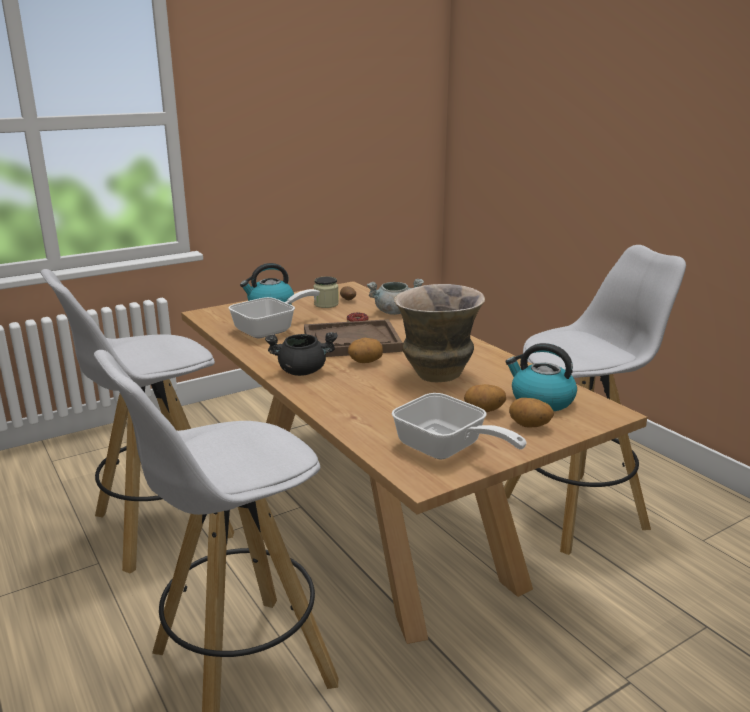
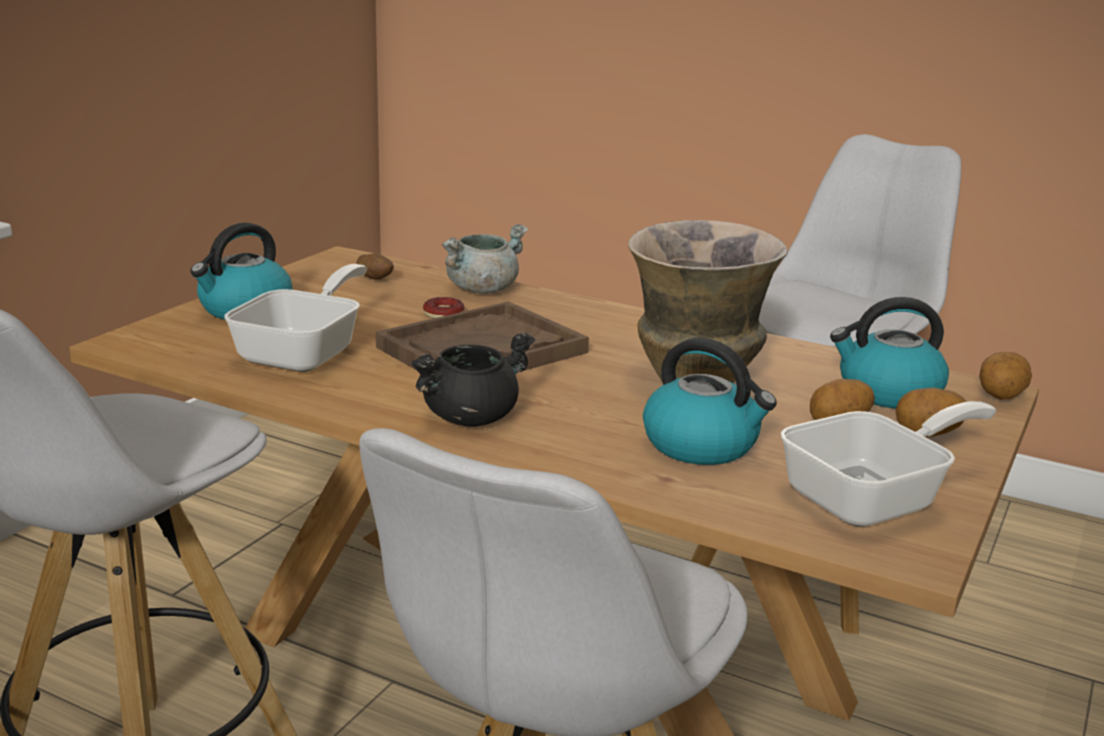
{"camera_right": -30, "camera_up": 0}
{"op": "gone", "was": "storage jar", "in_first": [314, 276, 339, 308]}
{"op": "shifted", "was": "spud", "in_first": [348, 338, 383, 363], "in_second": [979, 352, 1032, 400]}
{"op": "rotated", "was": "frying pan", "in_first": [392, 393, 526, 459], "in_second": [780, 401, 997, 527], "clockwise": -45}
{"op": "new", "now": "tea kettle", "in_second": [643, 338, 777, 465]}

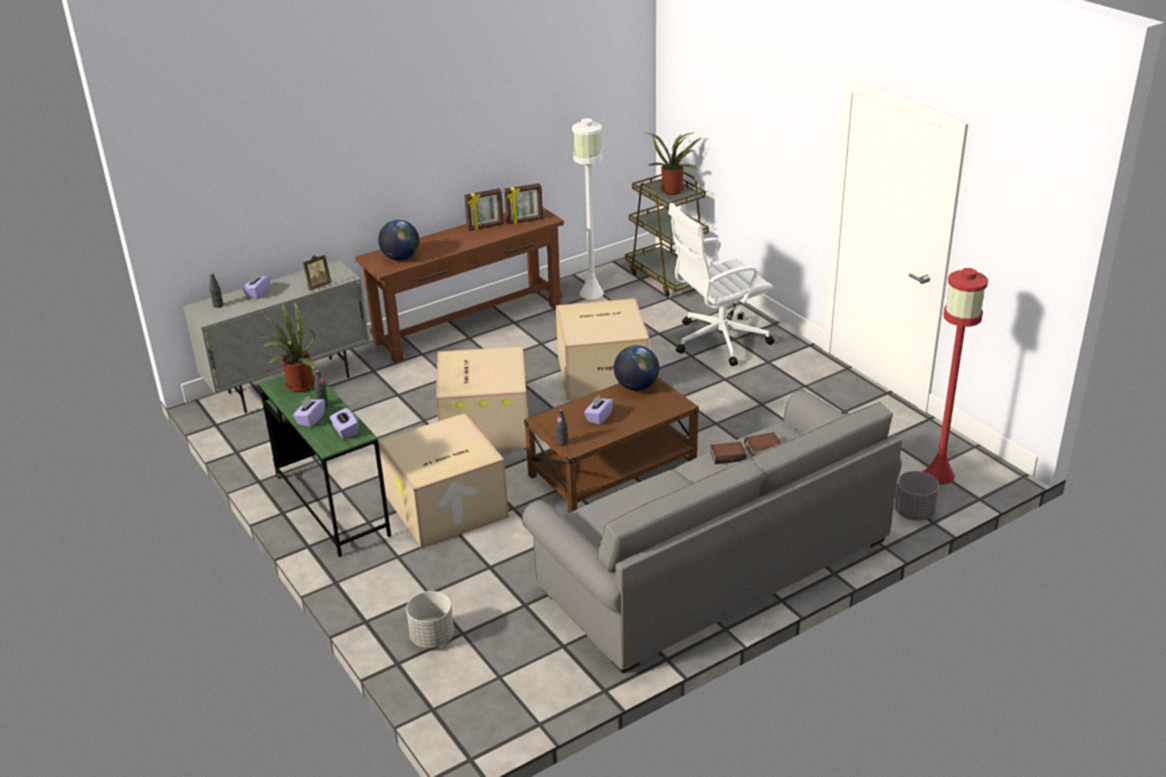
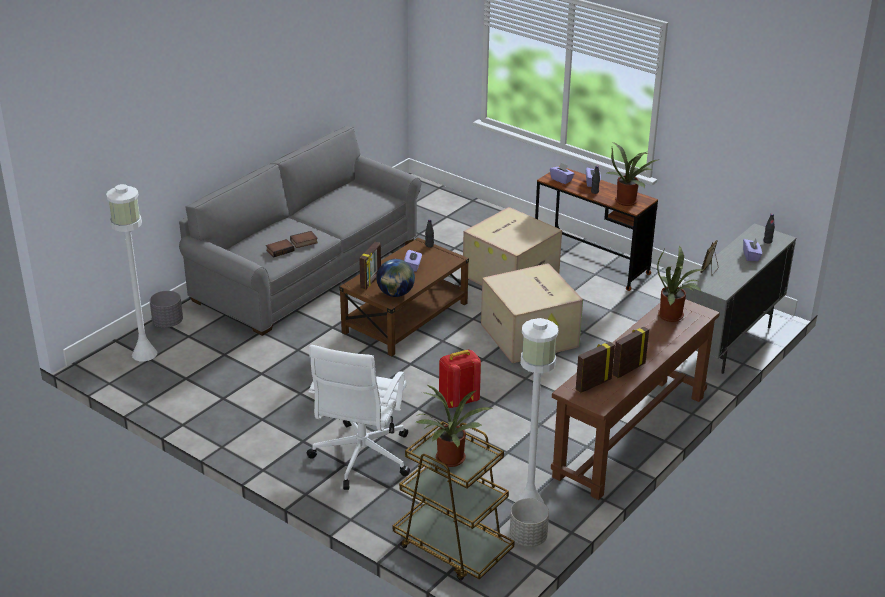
{"camera_right": 160, "camera_up": 0}
{"op": "rotated", "was": "whitish desk chair", "in_first": [668, 203, 775, 366], "in_second": [307, 345, 410, 490], "clockwise": 150}
{"op": "swapped", "was": "desk globe", "now": "houseplant", "in_first": [378, 220, 419, 261], "in_second": [657, 246, 704, 322]}
{"op": "repainted", "was": "red-coloured floor lamp", "now": "whitish floor lamp", "in_first": [924, 268, 988, 485], "in_second": [106, 184, 157, 361]}
{"op": "swapped", "was": "carton", "now": "red-coloured rucksack", "in_first": [556, 298, 649, 400], "in_second": [439, 350, 481, 408]}
{"op": "repainted", "was": "green desk unit", "now": "brown desk unit", "in_first": [259, 369, 391, 557], "in_second": [535, 166, 658, 291]}
{"op": "shifted", "was": "greyish plant pot", "in_first": [406, 591, 454, 648], "in_second": [510, 498, 549, 547]}
{"op": "new", "now": "photo frame", "in_second": [359, 242, 381, 290]}

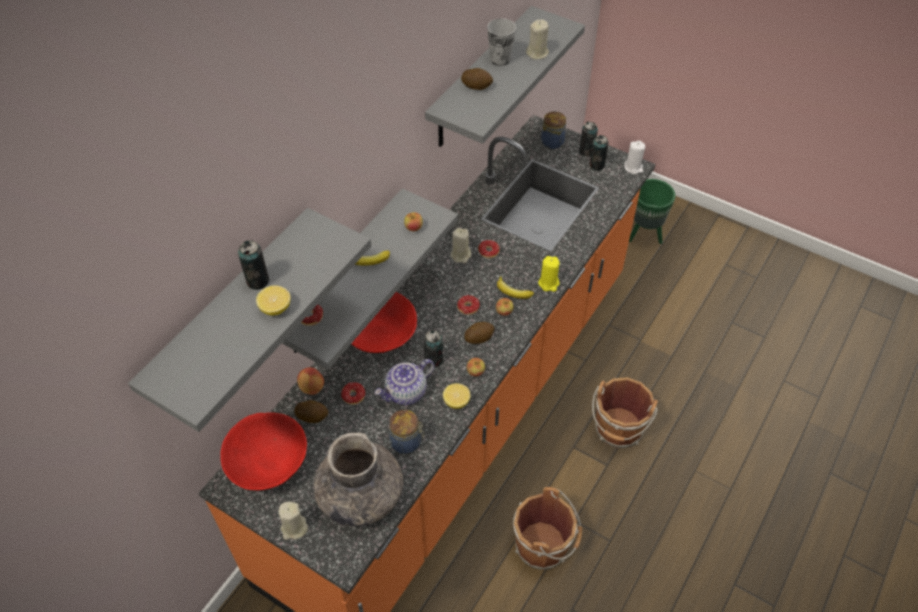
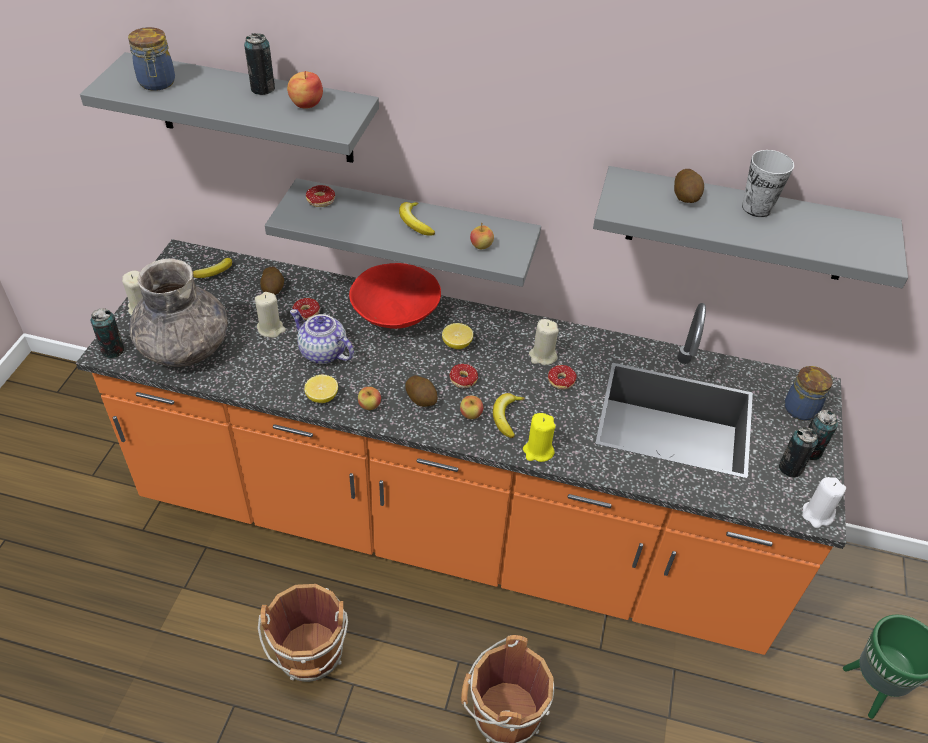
{"camera_right": 70, "camera_up": -5}
{"op": "shifted", "was": "sand-coloured wax light", "in_first": [526, 20, 549, 60], "in_second": [255, 292, 286, 338]}
{"op": "shifted", "was": "citrus fruit", "in_first": [256, 285, 290, 316], "in_second": [442, 323, 473, 349]}
{"op": "shifted", "was": "sealed can", "in_first": [424, 330, 443, 368], "in_second": [90, 308, 125, 358]}
{"op": "shifted", "was": "apple", "in_first": [297, 367, 324, 395], "in_second": [287, 71, 323, 109]}
{"op": "shifted", "was": "storage jar", "in_first": [389, 410, 424, 454], "in_second": [128, 27, 175, 91]}
{"op": "swapped", "was": "red-coloured deep dish", "now": "banana fruit", "in_first": [220, 412, 307, 490], "in_second": [193, 258, 232, 278]}

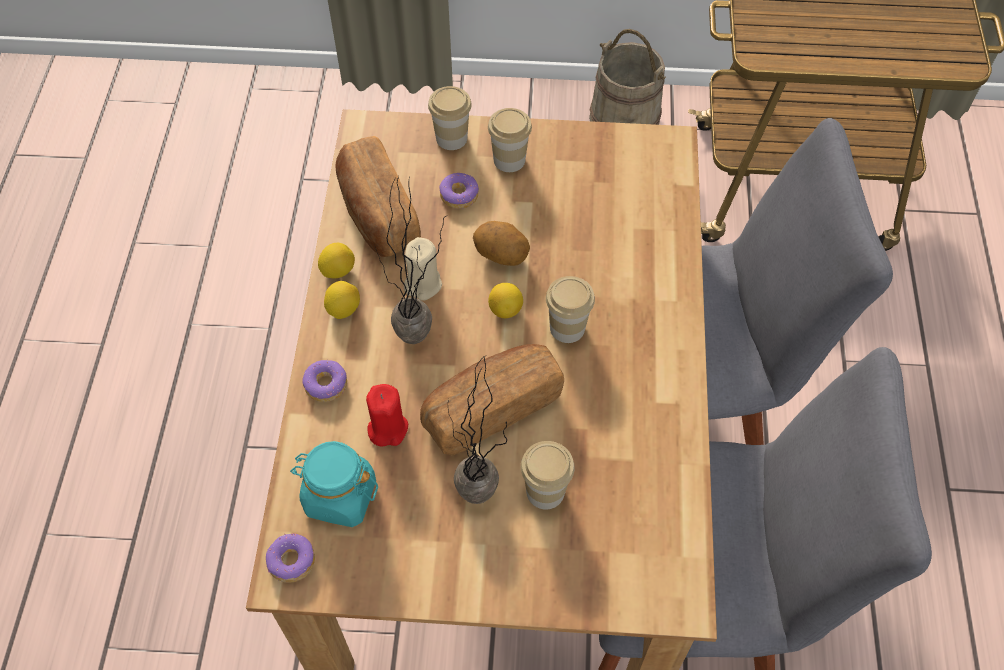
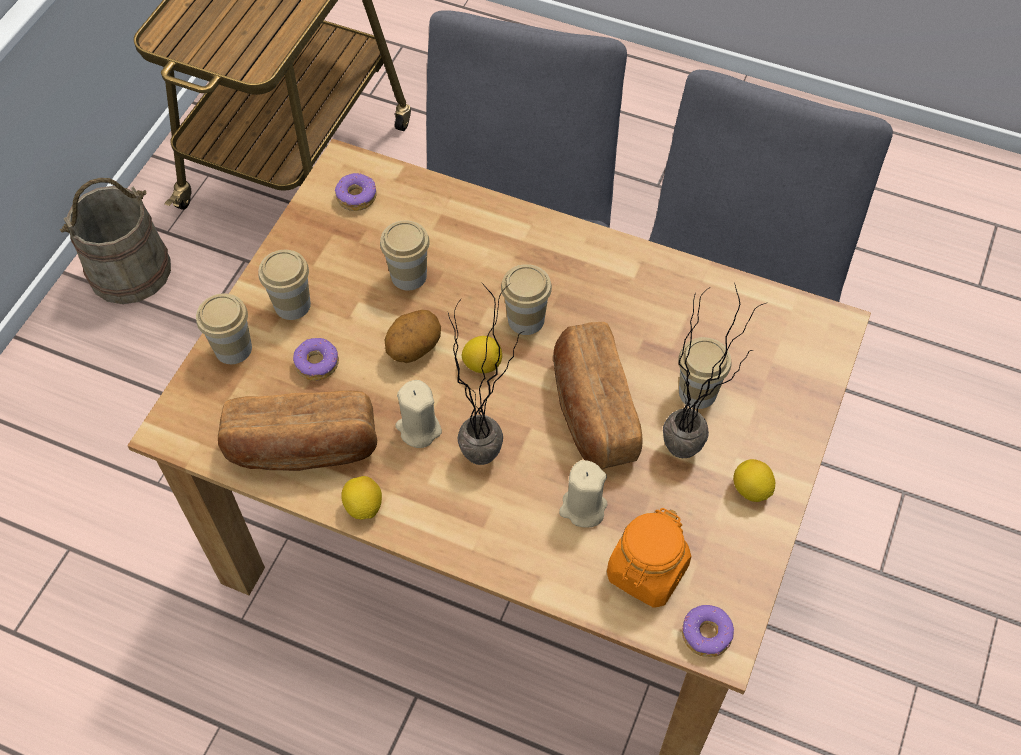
{"camera_right": -70, "camera_up": 0}
{"op": "shifted", "was": "citrus fruit", "in_first": [324, 281, 360, 319], "in_second": [733, 459, 775, 502]}
{"op": "shifted", "was": "ring doughnut", "in_first": [302, 360, 347, 402], "in_second": [335, 173, 377, 211]}
{"op": "repainted", "was": "red-coloured wax light", "now": "sand-coloured wax light", "in_first": [366, 384, 408, 446], "in_second": [559, 460, 607, 528]}
{"op": "repainted", "was": "turquoise-coloured storage jar", "now": "orangey storage jar", "in_first": [290, 441, 378, 527], "in_second": [607, 508, 691, 608]}
{"op": "new", "now": "small cup", "in_second": [380, 220, 430, 291]}

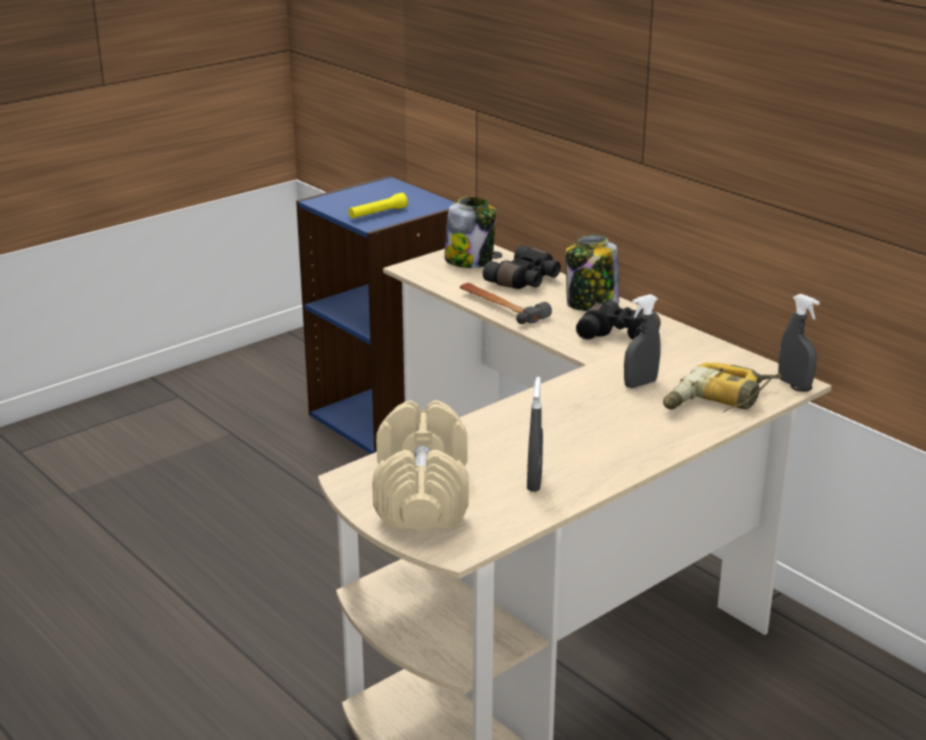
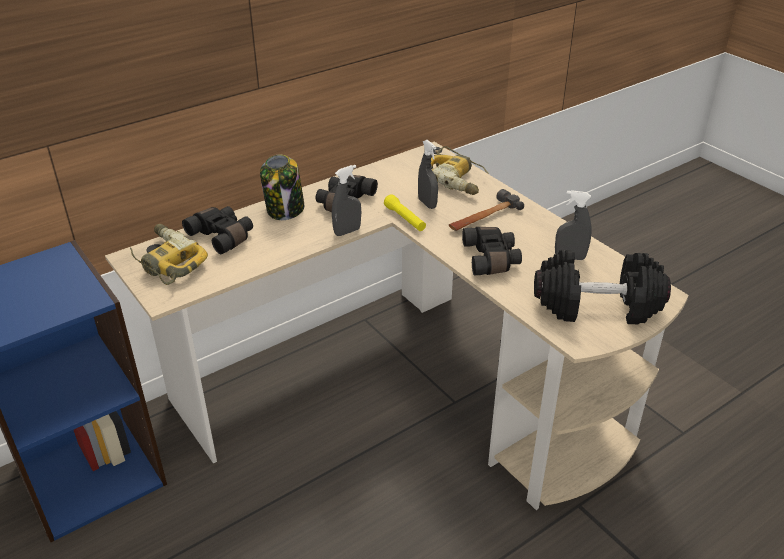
{"camera_right": -85, "camera_up": 10}
{"op": "shifted", "was": "yellow flashlight", "in_first": [348, 193, 408, 219], "in_second": [384, 194, 426, 231]}
{"op": "swapped", "was": "storage jar", "now": "drill", "in_first": [444, 197, 496, 268], "in_second": [130, 224, 208, 285]}
{"op": "shifted", "was": "hand hammer", "in_first": [460, 283, 552, 324], "in_second": [449, 189, 524, 231]}
{"op": "shifted", "was": "greyish spray bottle", "in_first": [778, 294, 820, 390], "in_second": [332, 165, 361, 236]}
{"op": "repainted", "was": "sand-coloured free weight", "now": "black-coloured free weight", "in_first": [372, 400, 469, 531], "in_second": [534, 250, 671, 324]}
{"op": "new", "now": "black-coloured field glasses", "in_second": [462, 227, 522, 275]}

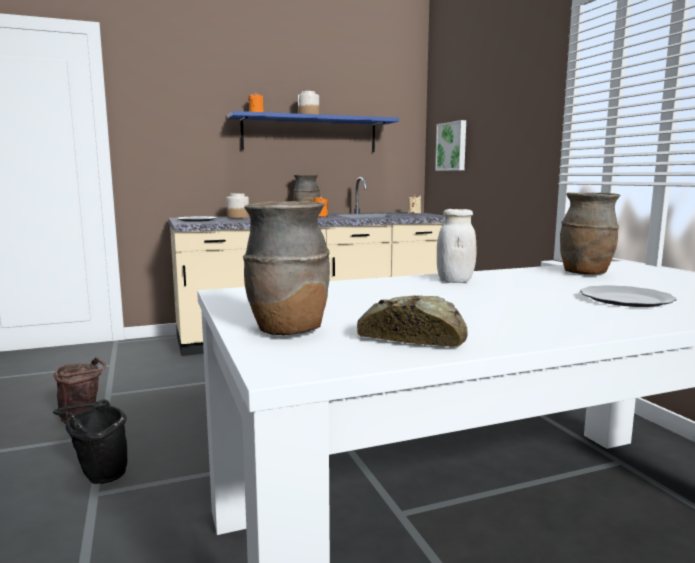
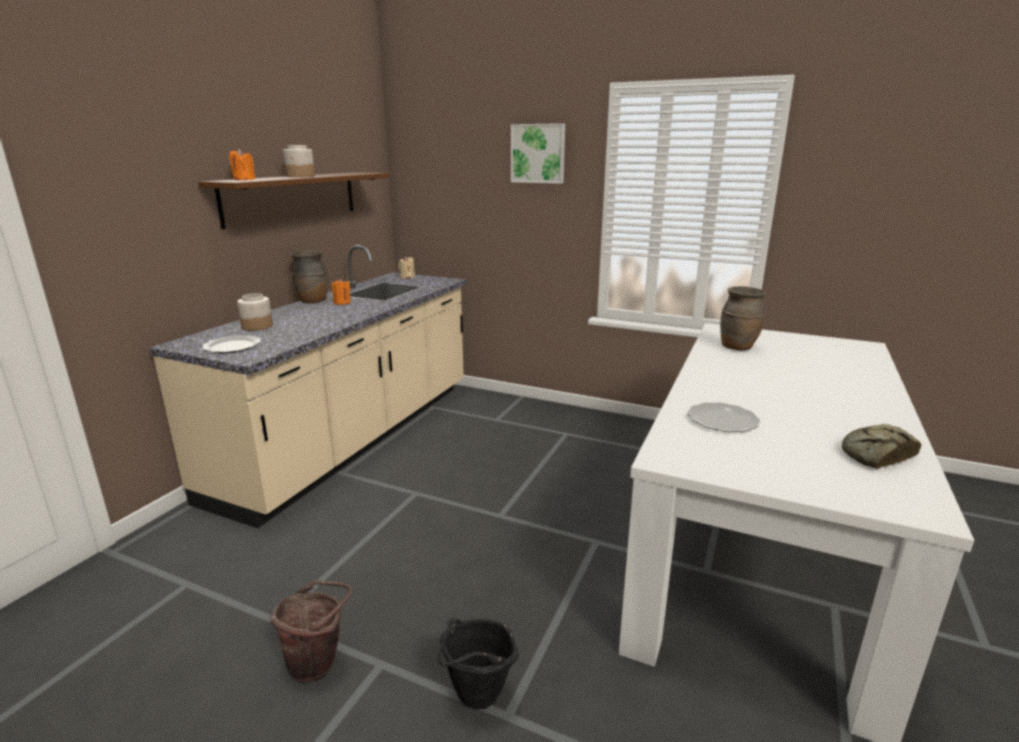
{"camera_right": -45, "camera_up": 10}
{"op": "repainted", "was": "bluish wall shelf", "now": "brown wall shelf", "in_first": [227, 111, 399, 152], "in_second": [198, 172, 389, 229]}
{"op": "shifted", "was": "picture", "in_first": [435, 120, 466, 171], "in_second": [511, 123, 565, 184]}
{"op": "gone", "was": "brown decorative vase", "in_first": [243, 201, 330, 335]}
{"op": "gone", "was": "whitish storage jar", "in_first": [437, 209, 476, 283]}
{"op": "shifted", "was": "dinner plate", "in_first": [580, 285, 677, 307], "in_second": [688, 402, 760, 432]}

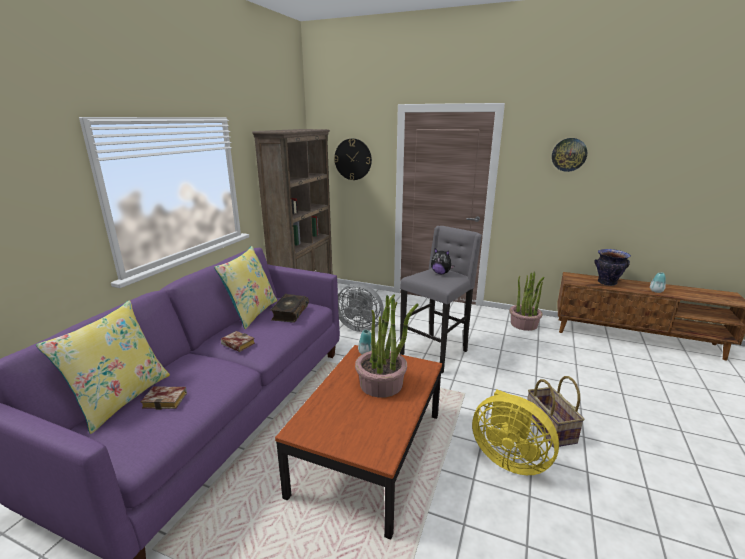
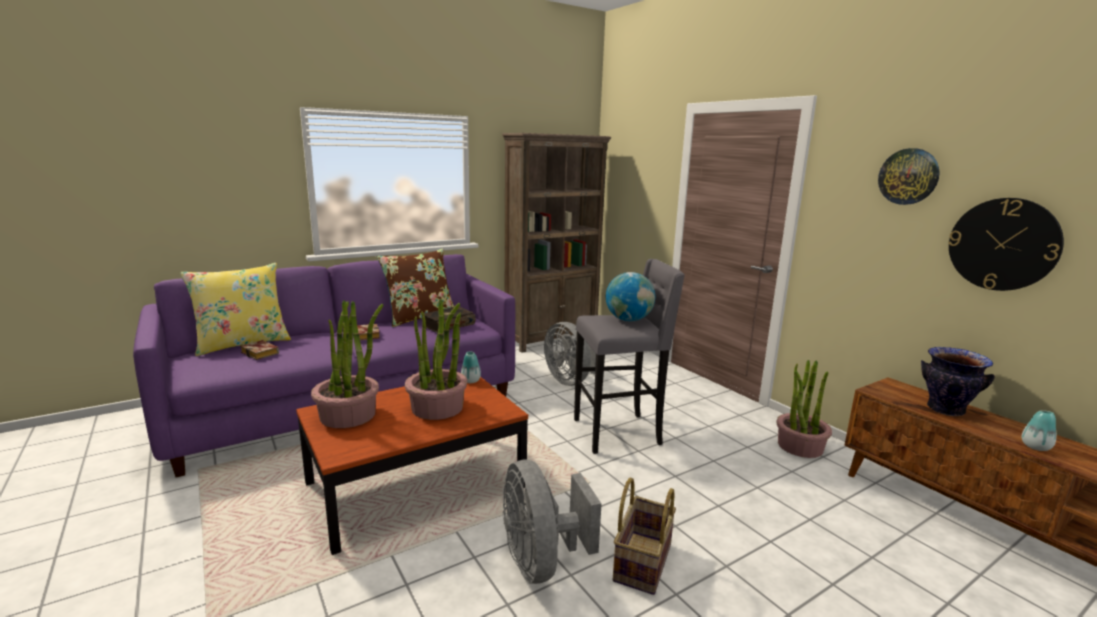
{"camera_right": 35, "camera_up": -5}
{"op": "shifted", "was": "clock on the wall", "in_first": [334, 138, 372, 180], "in_second": [948, 198, 1064, 291]}
{"op": "repainted", "was": "yellow pillow", "now": "brown pillow", "in_first": [214, 246, 277, 329], "in_second": [377, 249, 454, 327]}
{"op": "swapped", "was": "cuddly toy", "now": "desk globe", "in_first": [431, 249, 455, 274], "in_second": [606, 272, 655, 321]}
{"op": "repainted", "was": "yellow cooling fan", "now": "greyish cooling fan", "in_first": [472, 390, 559, 475], "in_second": [503, 460, 602, 584]}
{"op": "new", "now": "houseplant", "in_second": [311, 300, 383, 428]}

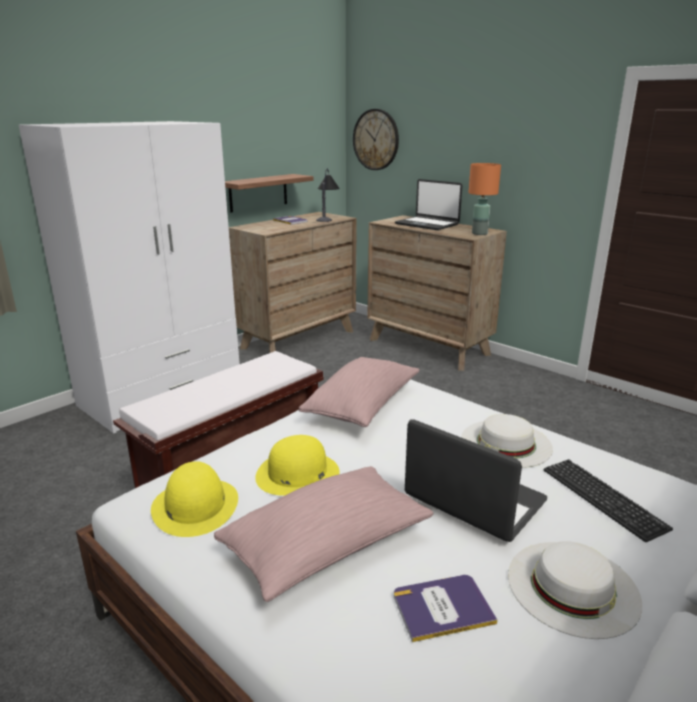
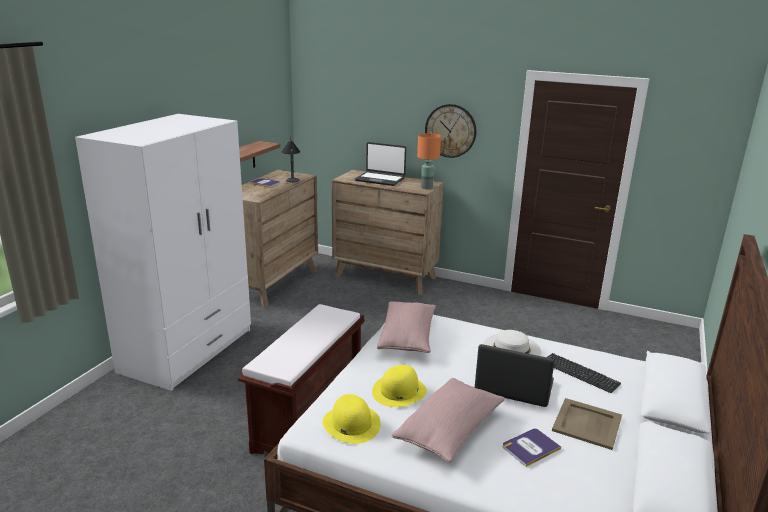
{"camera_right": -20, "camera_up": 0}
{"op": "shifted", "was": "clock on the wall", "in_first": [353, 109, 399, 170], "in_second": [425, 104, 476, 158]}
{"op": "swapped", "was": "whitish wearable hat", "now": "sand-coloured carrying tray", "in_first": [508, 541, 642, 639], "in_second": [552, 398, 622, 450]}

